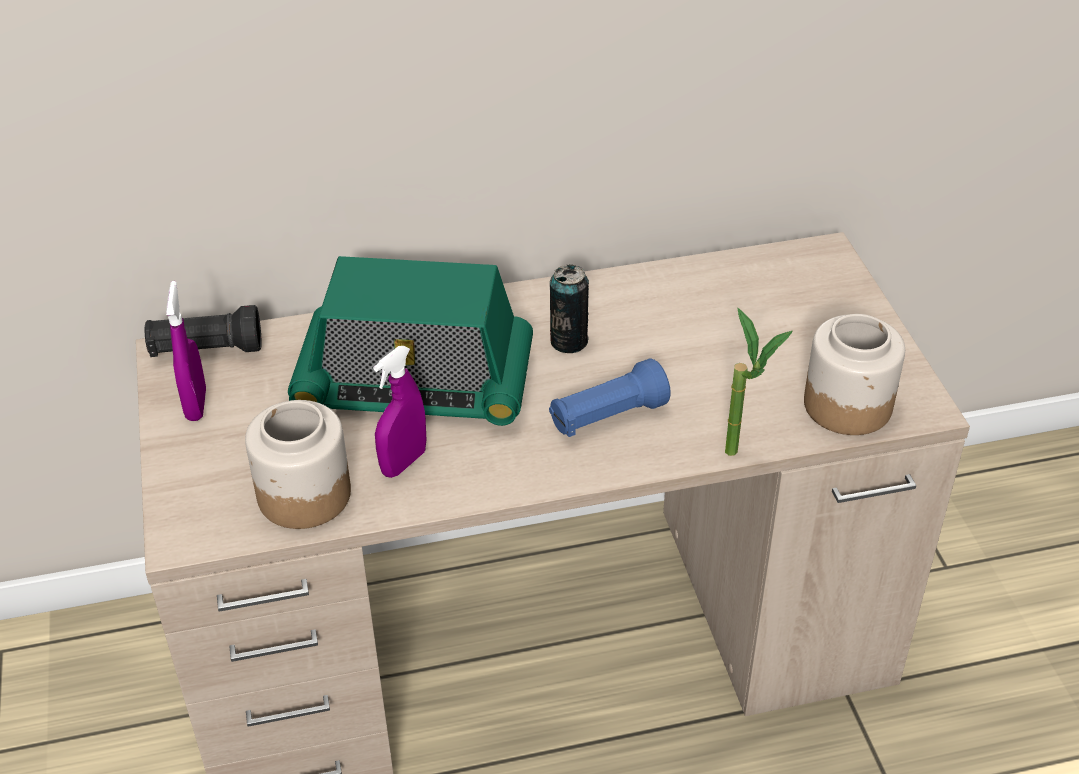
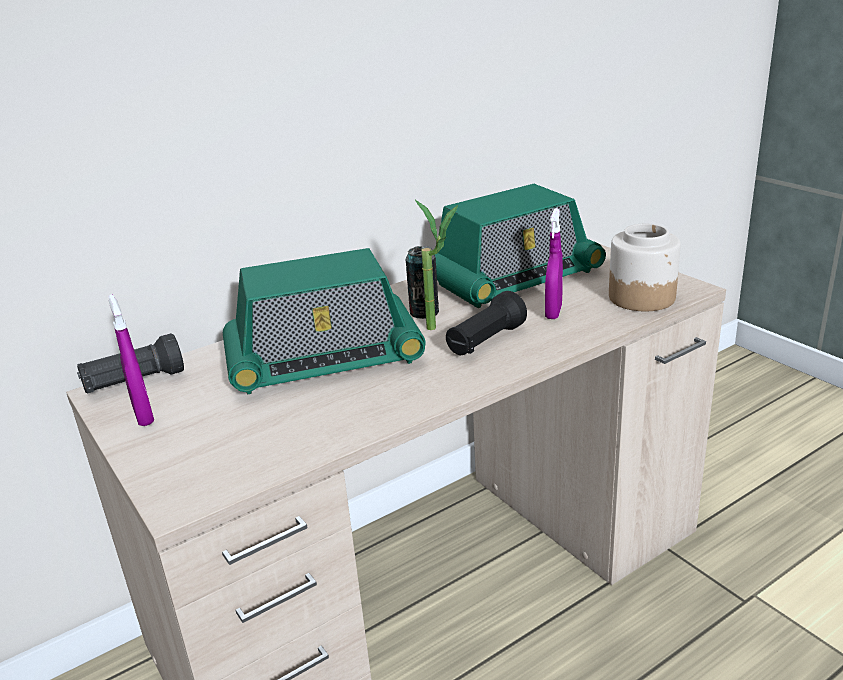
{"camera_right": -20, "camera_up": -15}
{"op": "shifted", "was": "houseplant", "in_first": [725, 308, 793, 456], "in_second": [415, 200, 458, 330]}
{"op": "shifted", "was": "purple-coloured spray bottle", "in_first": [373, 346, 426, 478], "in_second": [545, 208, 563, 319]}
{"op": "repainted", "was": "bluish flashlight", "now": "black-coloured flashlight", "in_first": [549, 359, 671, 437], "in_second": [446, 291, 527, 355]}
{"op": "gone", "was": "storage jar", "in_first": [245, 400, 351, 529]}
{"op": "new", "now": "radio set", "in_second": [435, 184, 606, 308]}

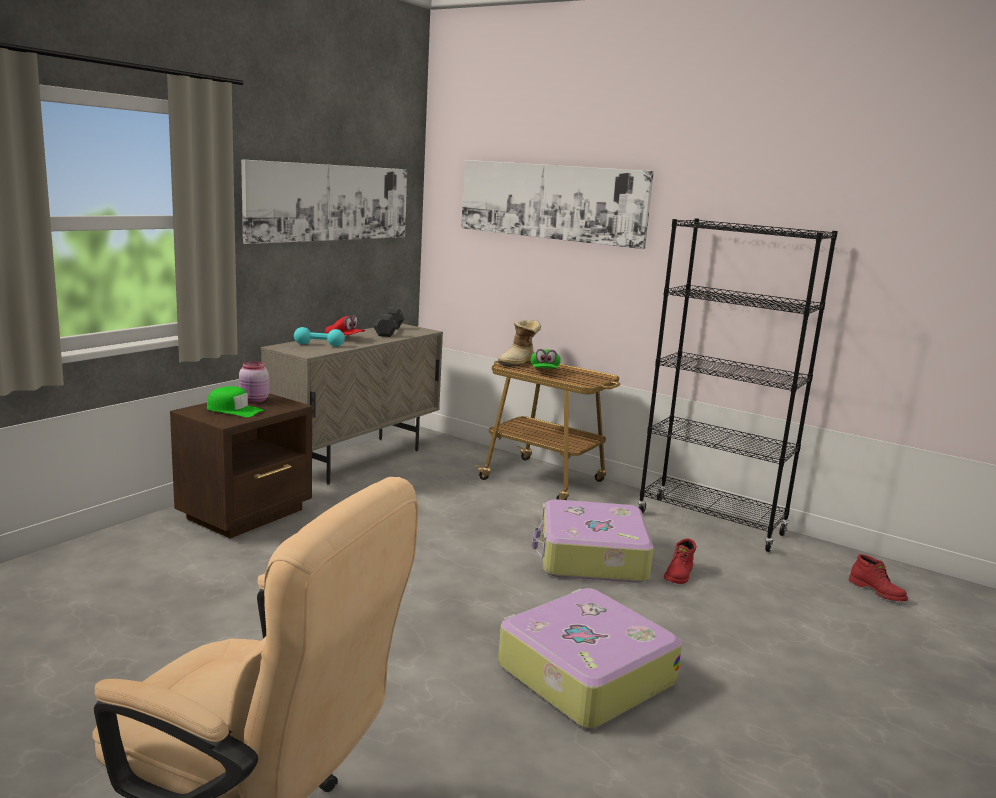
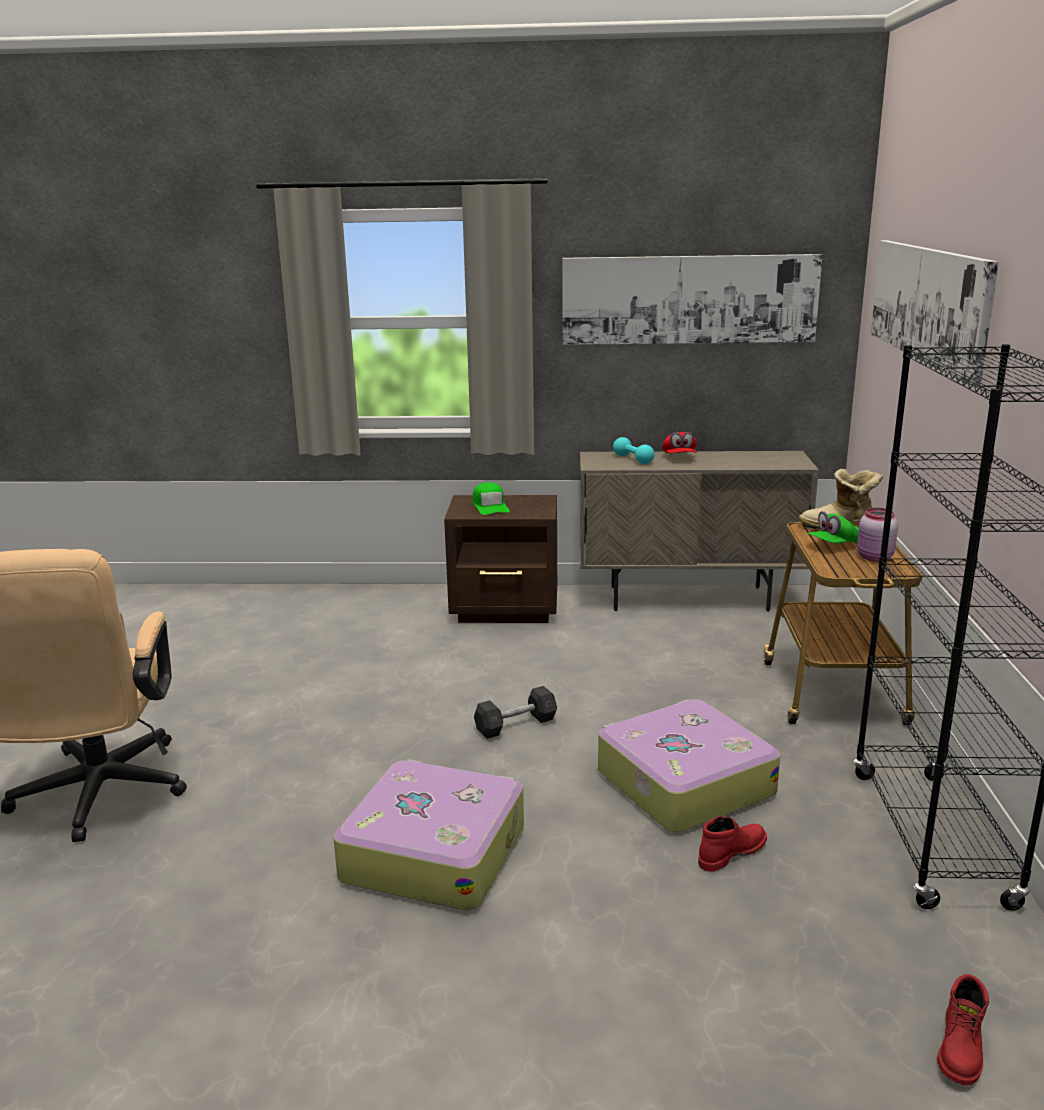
{"camera_right": 60, "camera_up": 5}
{"op": "shifted", "was": "greyish free weight", "in_first": [373, 308, 405, 337], "in_second": [474, 686, 557, 739]}
{"op": "shifted", "was": "pinkish storage jar", "in_first": [239, 361, 269, 403], "in_second": [857, 508, 898, 562]}
{"op": "rotated", "was": "red-coloured high-top boot", "in_first": [664, 538, 696, 584], "in_second": [698, 816, 767, 872], "clockwise": 150}

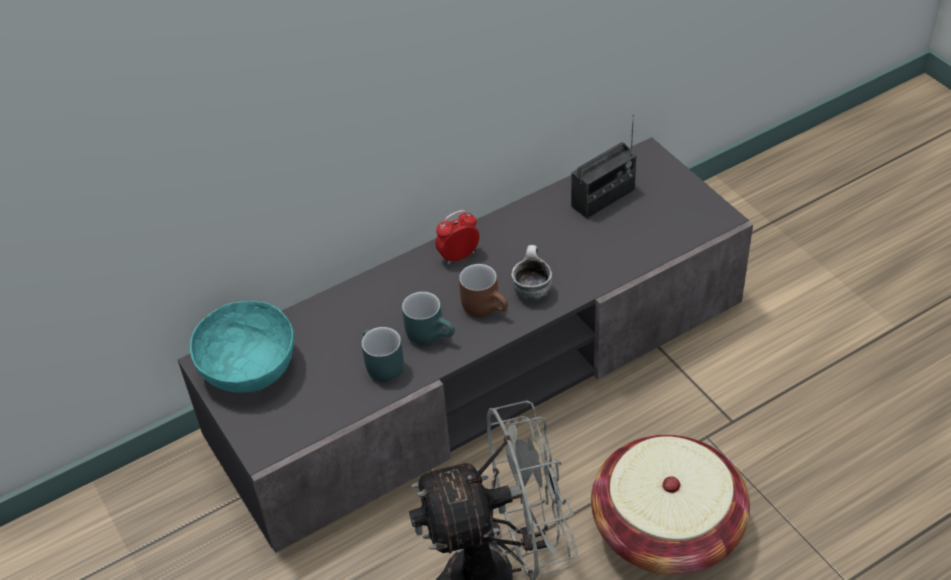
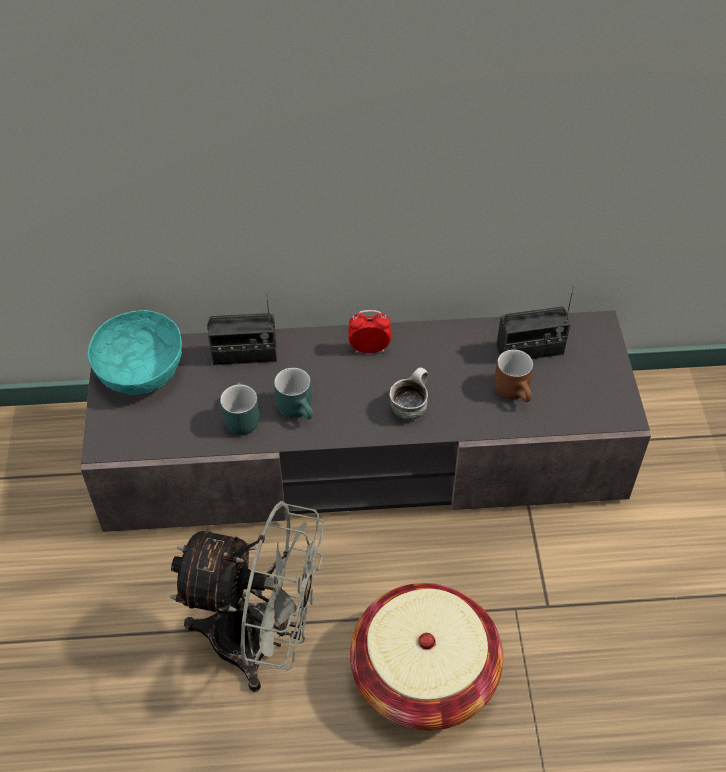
{"camera_right": 25, "camera_up": 5}
{"op": "shifted", "was": "brown mug", "in_first": [459, 264, 508, 317], "in_second": [495, 349, 533, 402]}
{"op": "new", "now": "radio set", "in_second": [207, 293, 277, 365]}

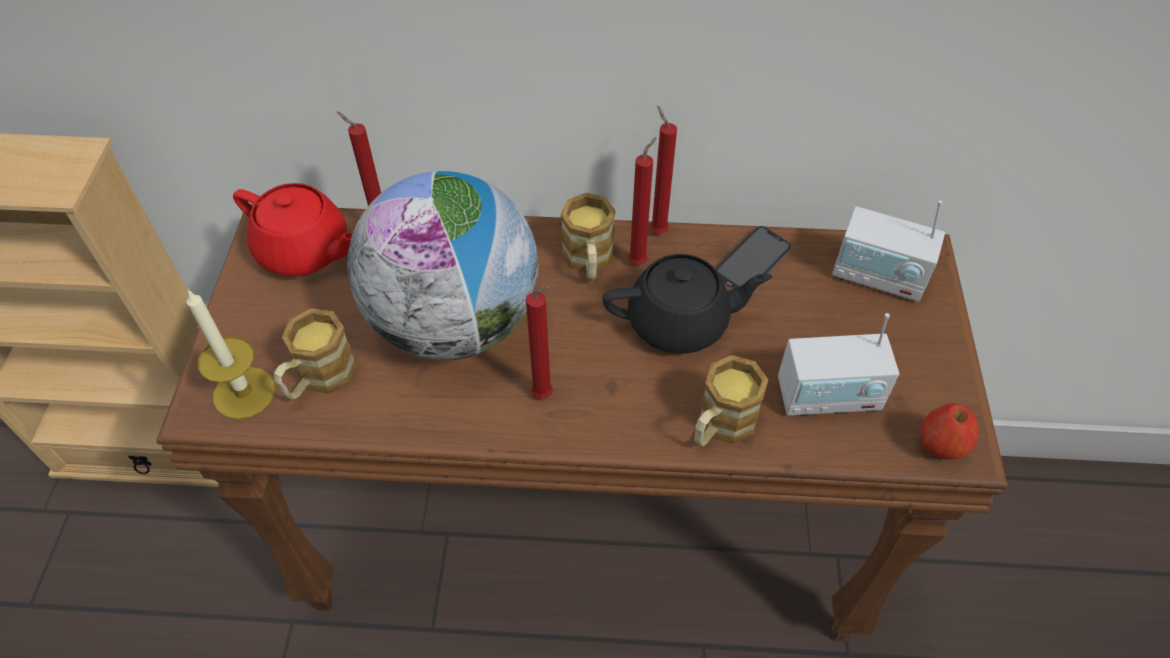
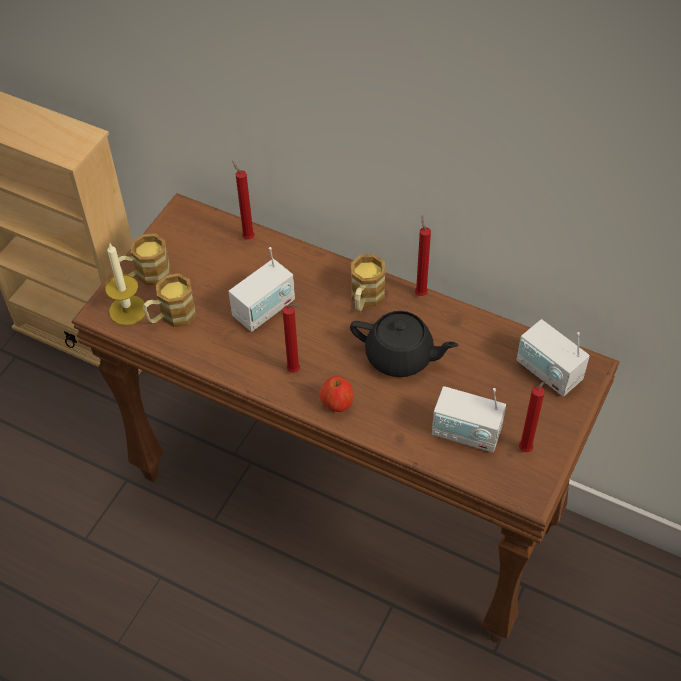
{"camera_right": 25, "camera_up": 0}
{"op": "shifted", "was": "red-coloured wax light", "in_first": [628, 137, 656, 265], "in_second": [519, 378, 551, 452]}
{"op": "swapped", "was": "desk globe", "now": "radio set", "in_first": [347, 171, 539, 360], "in_second": [228, 247, 295, 332]}
{"op": "gone", "was": "red-coloured pot for tea", "in_first": [233, 183, 353, 276]}
{"op": "gone", "was": "telephone", "in_first": [715, 226, 791, 289]}
{"op": "shifted", "was": "mug", "in_first": [694, 355, 768, 447], "in_second": [118, 234, 171, 285]}
{"op": "shifted", "was": "apple", "in_first": [921, 404, 979, 460], "in_second": [320, 376, 354, 412]}

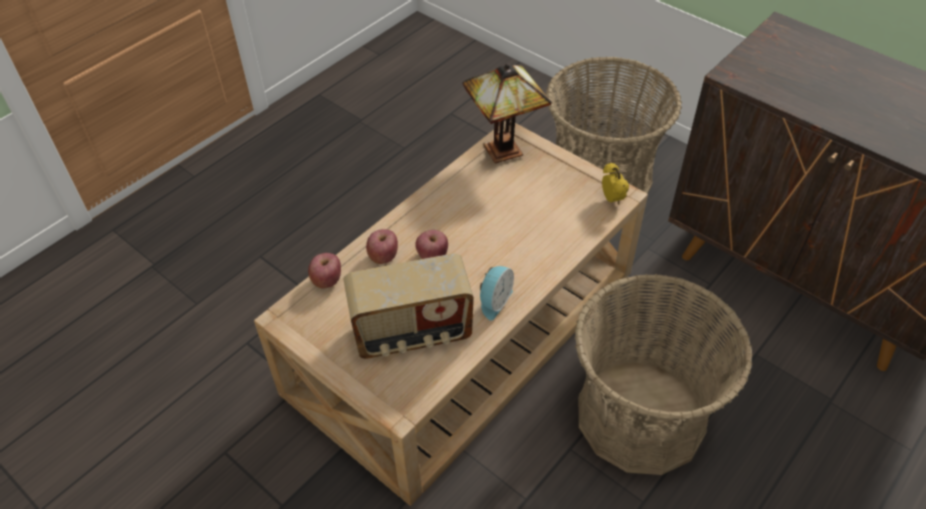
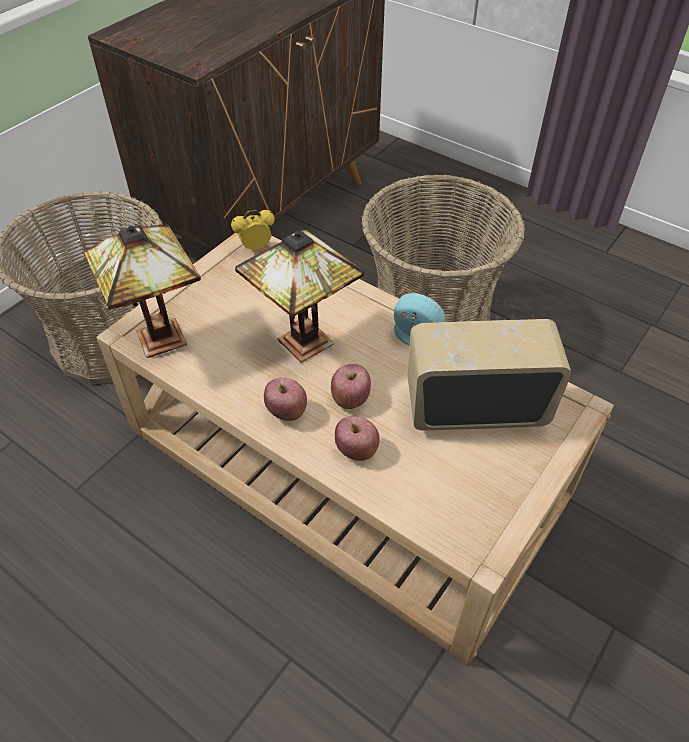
{"camera_right": -95, "camera_up": 0}
{"op": "shifted", "was": "apple", "in_first": [308, 253, 341, 288], "in_second": [264, 378, 307, 421]}
{"op": "rotated", "was": "radio set", "in_first": [343, 254, 474, 359], "in_second": [408, 319, 572, 431], "clockwise": -75}
{"op": "new", "now": "tabletop lamp", "in_second": [235, 230, 364, 363]}

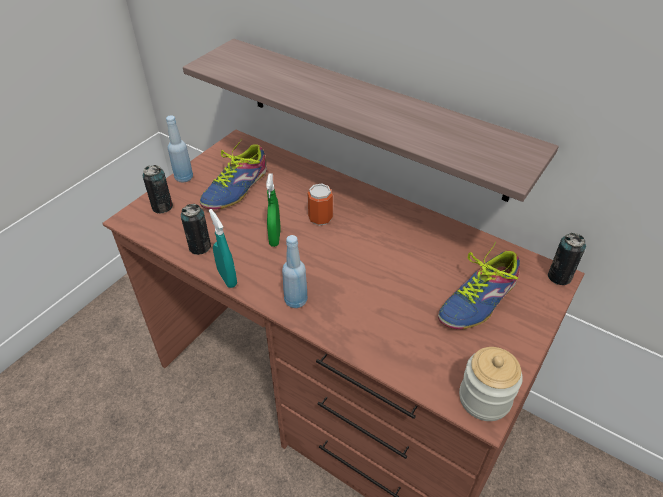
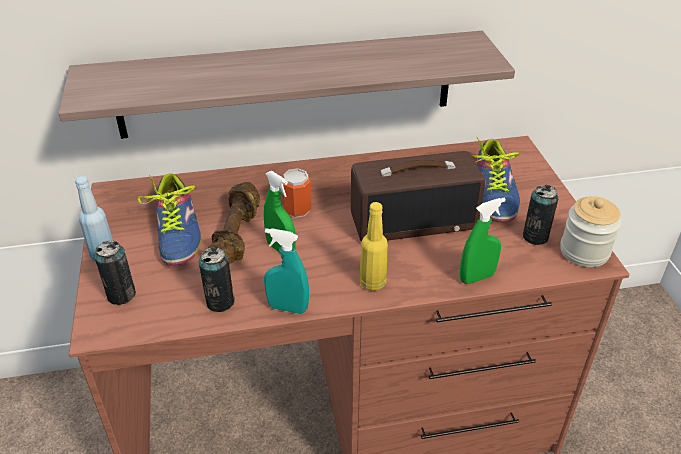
{"camera_right": -45, "camera_up": -5}
{"op": "shifted", "was": "sealed can", "in_first": [548, 233, 586, 285], "in_second": [523, 185, 558, 245]}
{"op": "repainted", "was": "bluish beverage bottle", "now": "yellow beverage bottle", "in_first": [282, 235, 308, 308], "in_second": [360, 202, 388, 291]}
{"op": "new", "now": "radio set", "in_second": [351, 151, 485, 242]}
{"op": "new", "now": "brown free weight", "in_second": [208, 182, 260, 264]}
{"op": "new", "now": "green spray bottle", "in_second": [460, 197, 506, 284]}

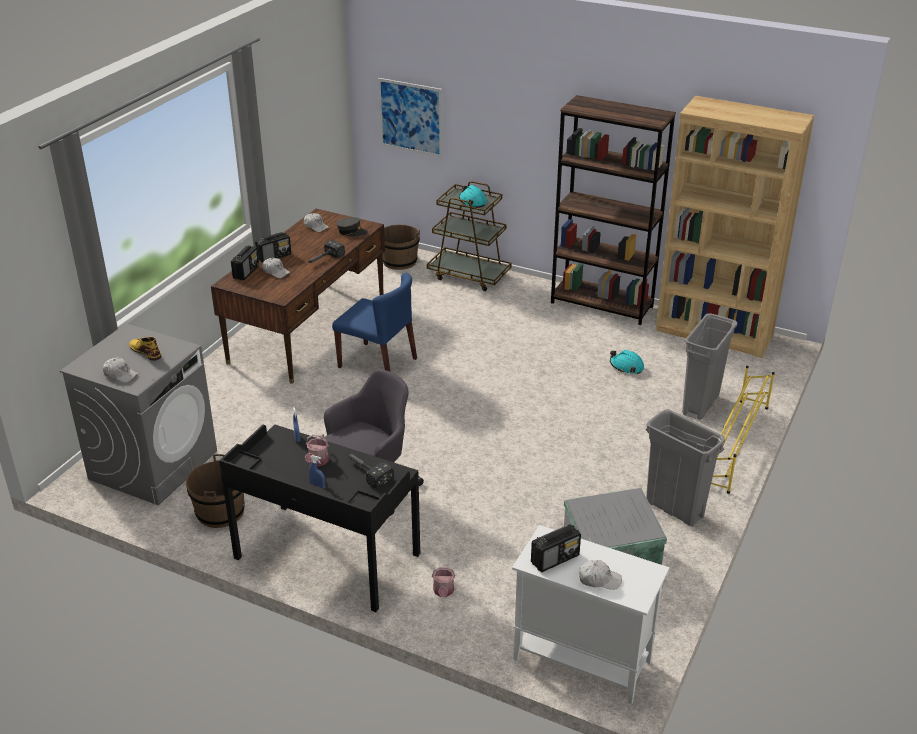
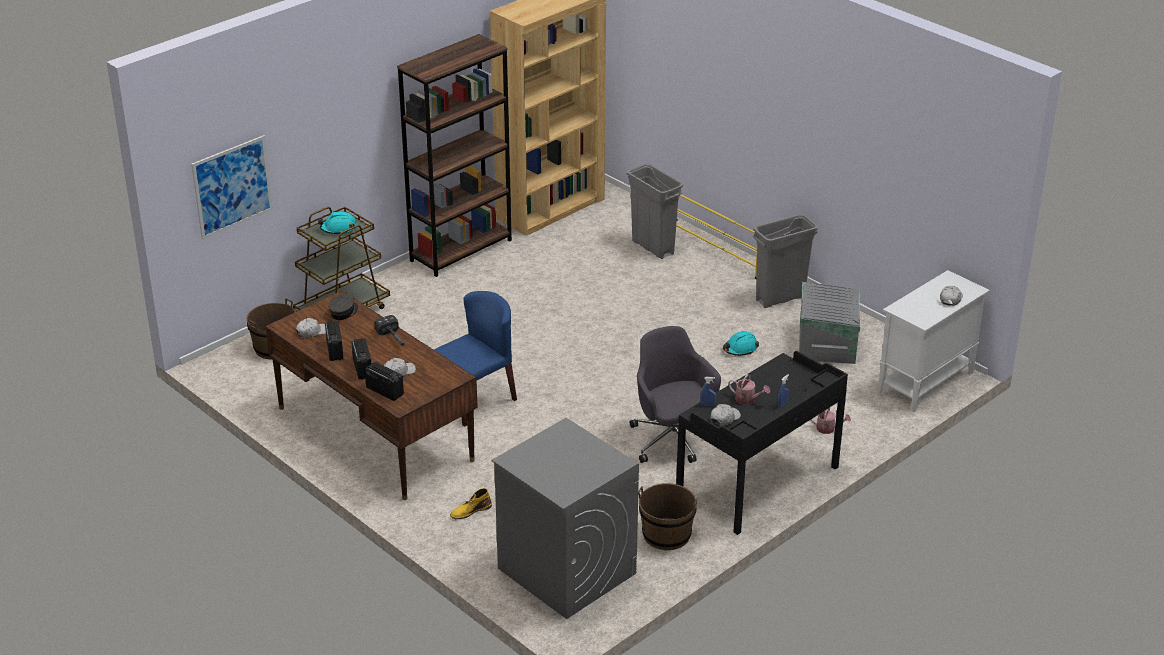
{"camera_right": -70, "camera_up": 0}
{"op": "shifted", "was": "yellow high-top boot", "in_first": [129, 337, 161, 361], "in_second": [450, 488, 492, 519]}
{"op": "shifted", "was": "turquoise-coloured work helmet", "in_first": [610, 350, 644, 374], "in_second": [723, 331, 759, 356]}
{"op": "shifted", "was": "whitish baseball cap", "in_first": [103, 358, 139, 383], "in_second": [710, 404, 741, 427]}
{"op": "gone", "was": "hand hammer", "in_first": [348, 453, 394, 488]}
{"op": "shifted", "was": "radio set", "in_first": [531, 524, 581, 572], "in_second": [325, 320, 343, 361]}

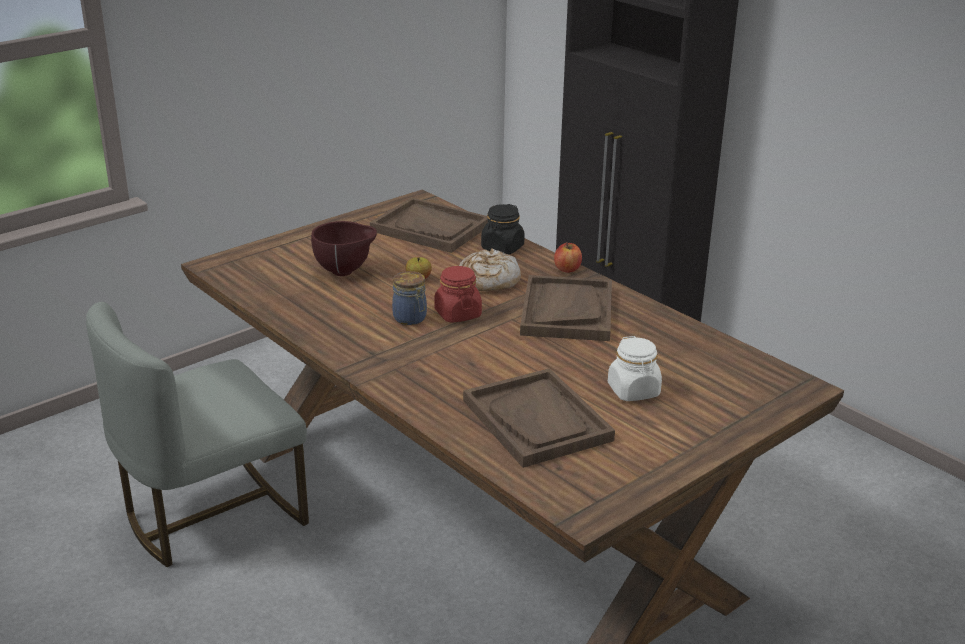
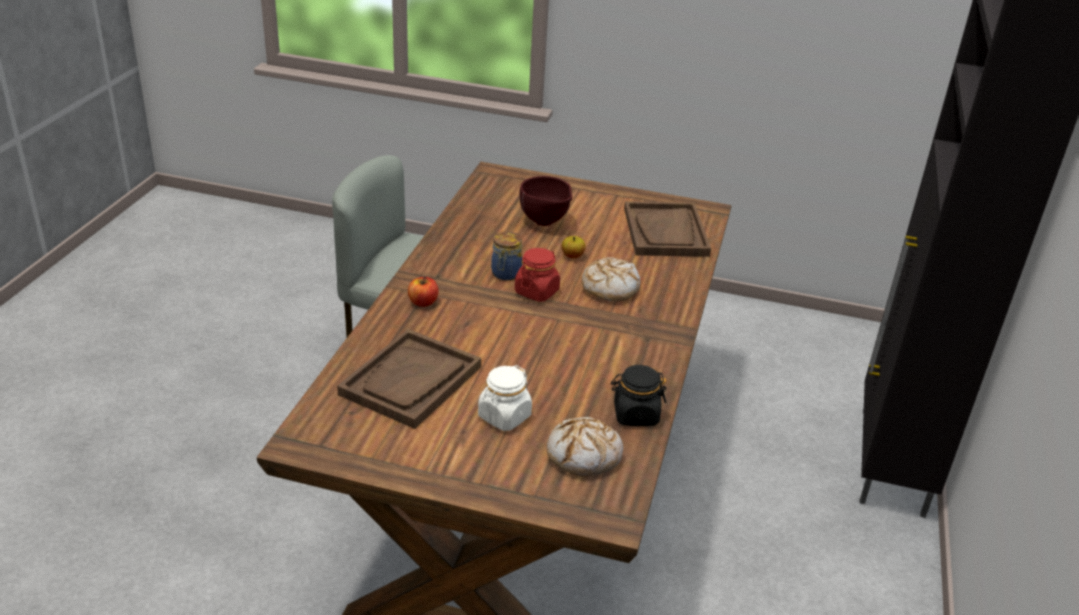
{"camera_right": 55, "camera_up": 5}
{"op": "shifted", "was": "black-coloured storage jar", "in_first": [481, 204, 525, 254], "in_second": [611, 365, 667, 426]}
{"op": "shifted", "was": "apple", "in_first": [554, 242, 582, 273], "in_second": [408, 276, 439, 307]}
{"op": "gone", "was": "brown carrying tray", "in_first": [520, 275, 612, 341]}
{"op": "new", "now": "baked bread", "in_second": [546, 417, 623, 476]}

